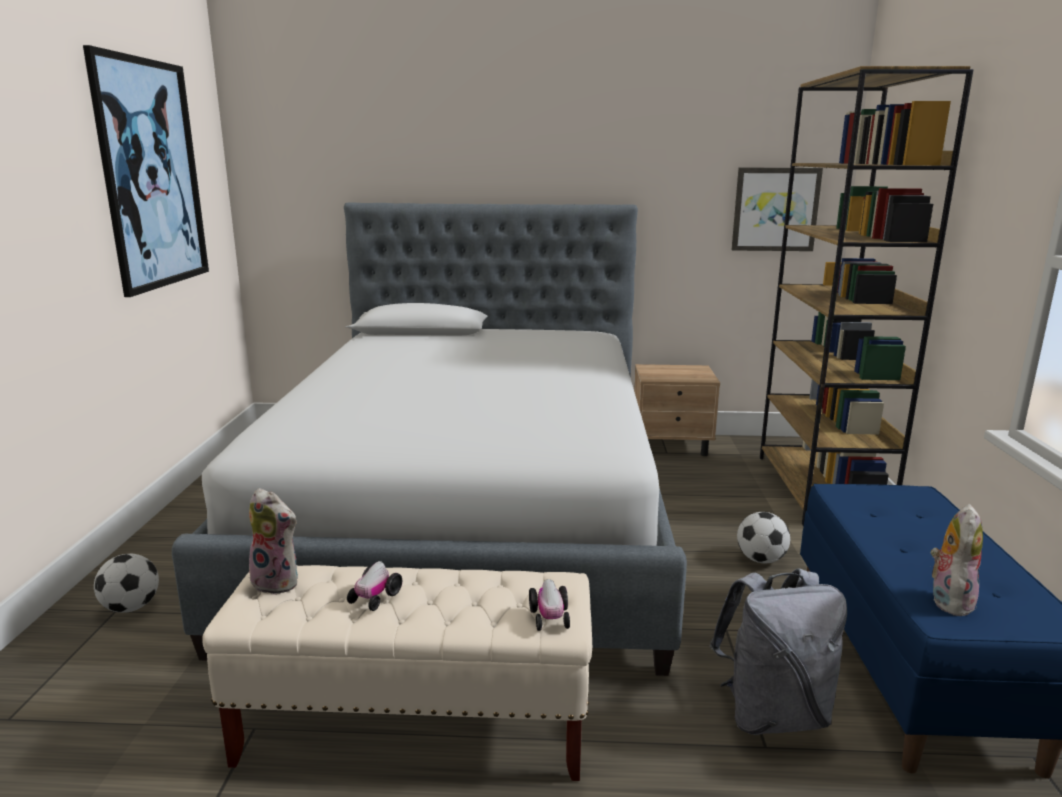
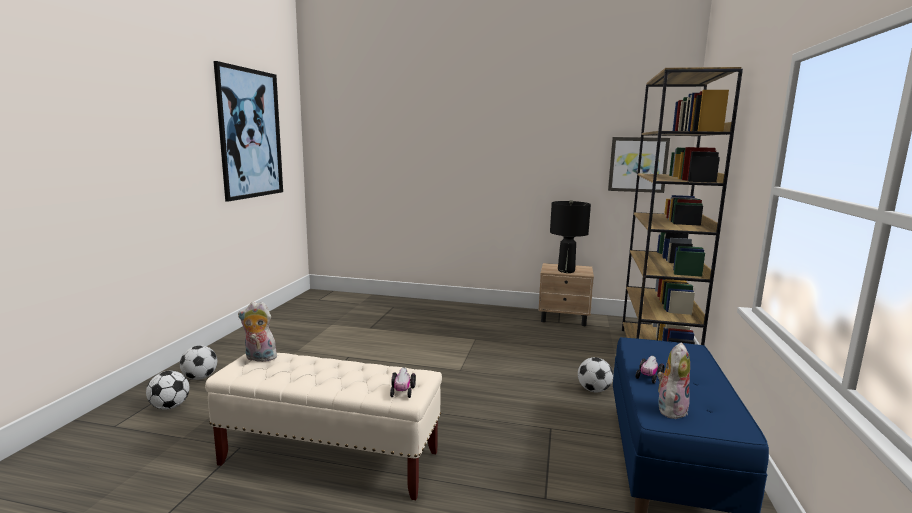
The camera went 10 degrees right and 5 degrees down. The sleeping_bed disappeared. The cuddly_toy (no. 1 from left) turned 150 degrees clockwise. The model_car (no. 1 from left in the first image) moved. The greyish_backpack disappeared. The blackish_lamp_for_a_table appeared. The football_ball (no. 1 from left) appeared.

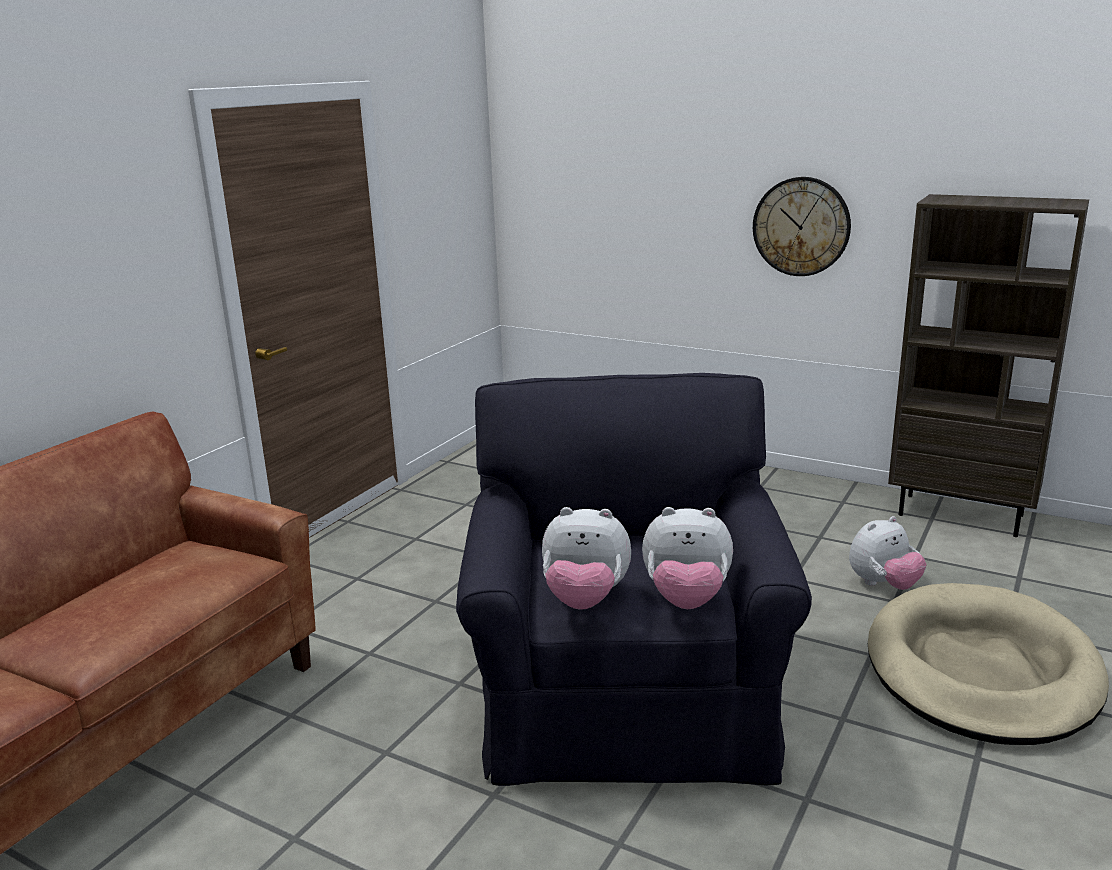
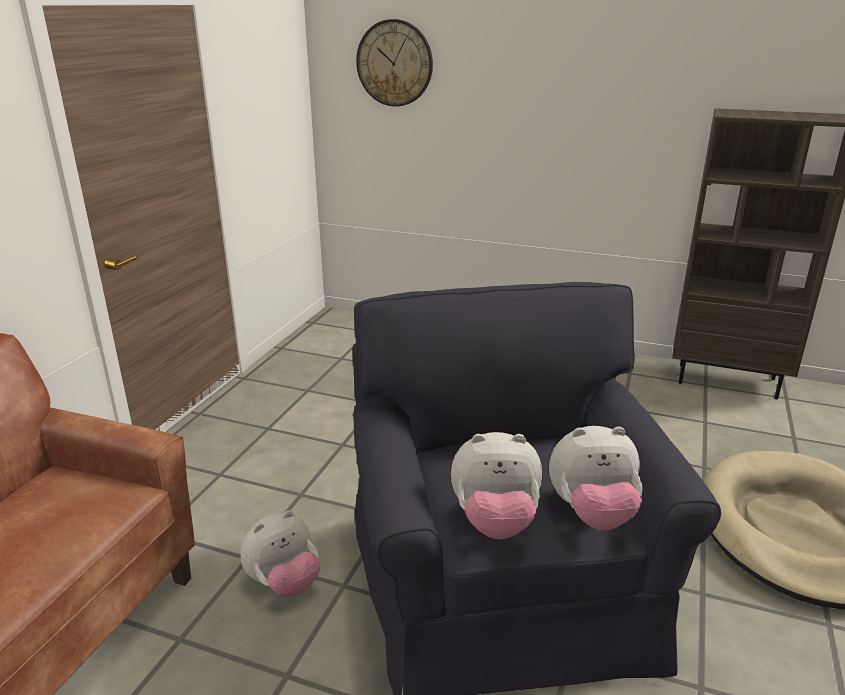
The camera went 10 degrees left and 5 degrees up. The hanging_clock moved. The cuddly_toy (no. 3 from left in the first image) moved.

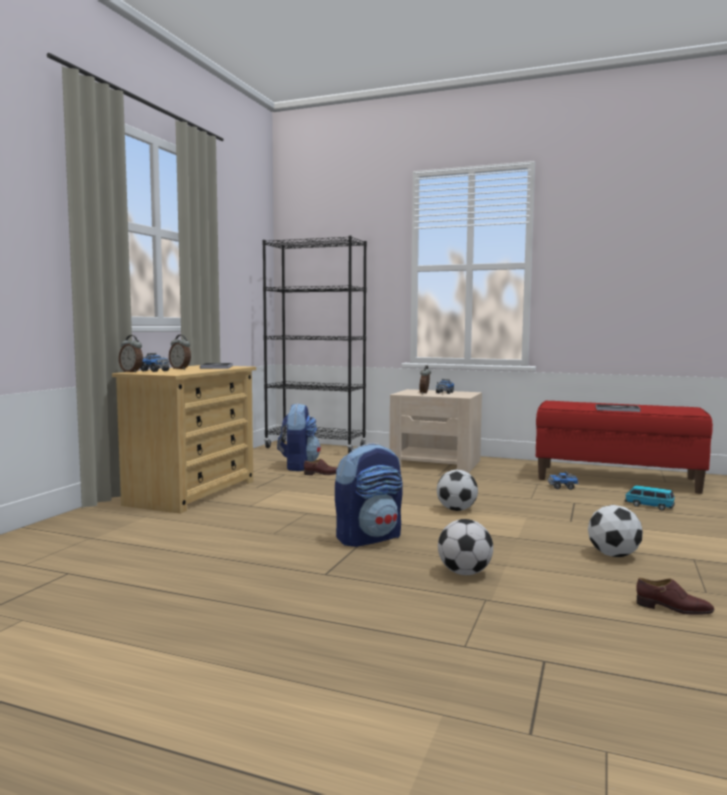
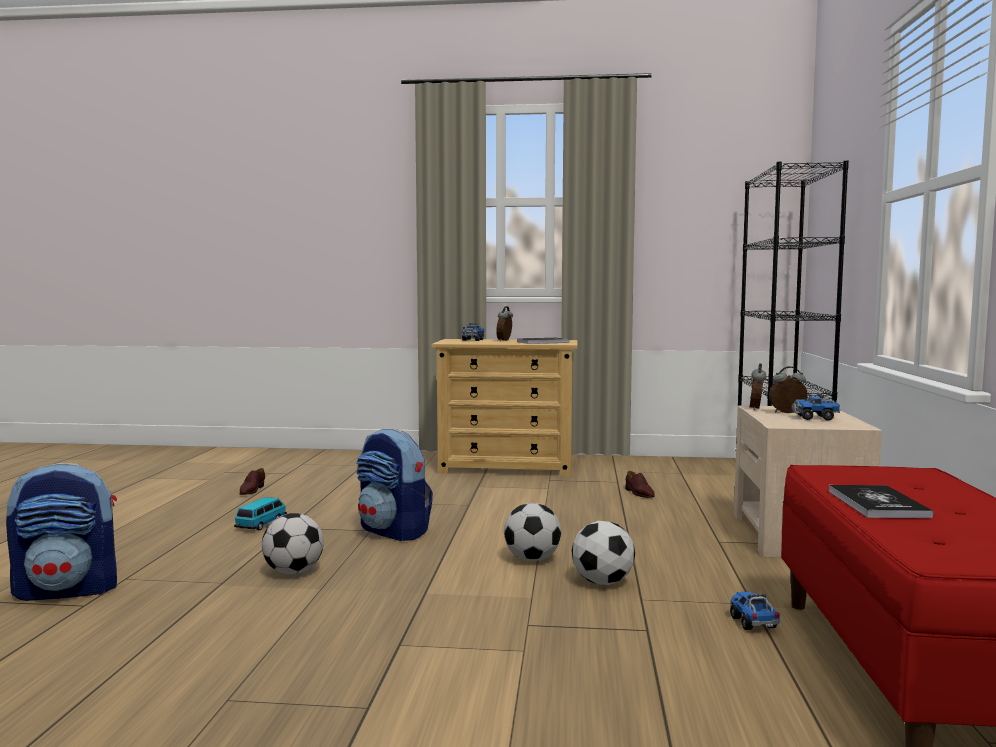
The camera went 75 degrees right and 0 degrees up. The table_clock (no. 1 from left in the first image) moved. The backpack (no. 1 from left) moved. The model_car moved. The football_ball (no. 3 from left) moved. The brownish_shoe (no. 2 from left in the first image) moved.

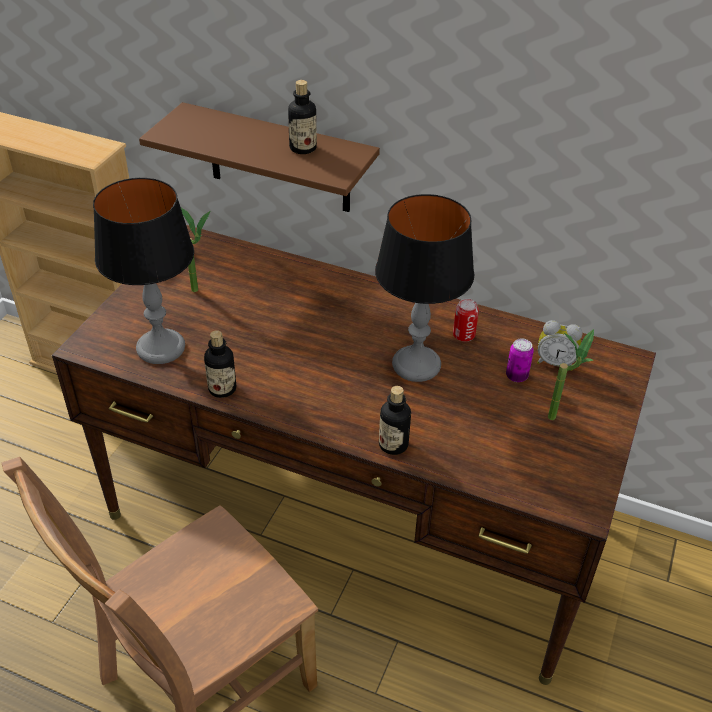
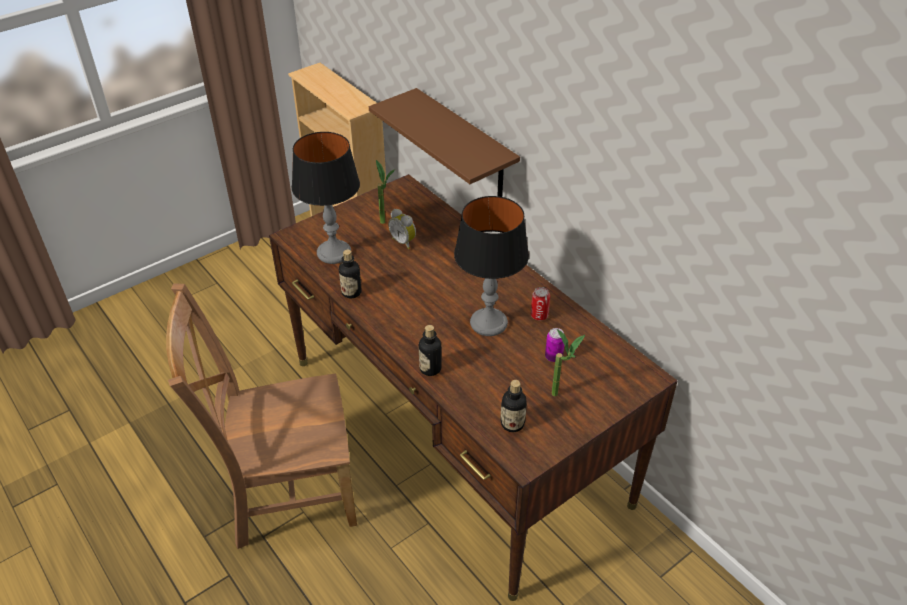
The camera went 30 degrees right and 0 degrees up. The bottle (no. 2 from left in the first image) moved. The table_clock moved.

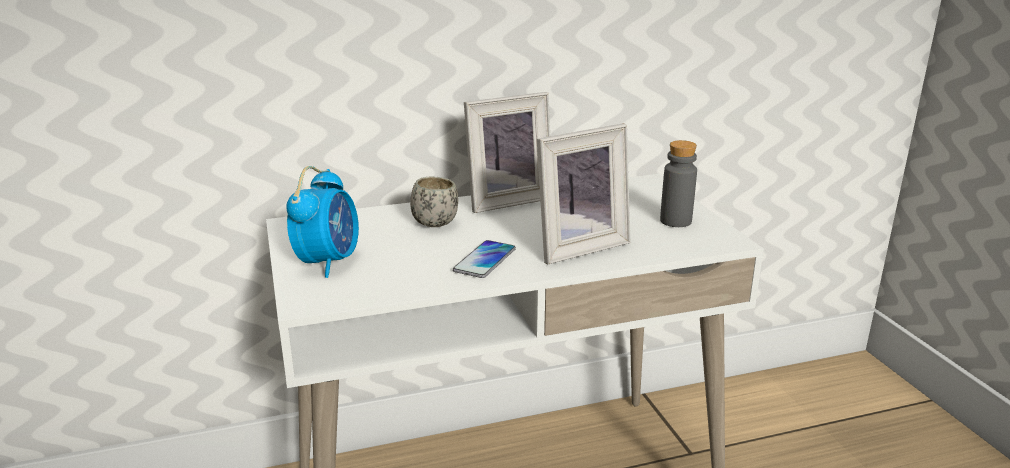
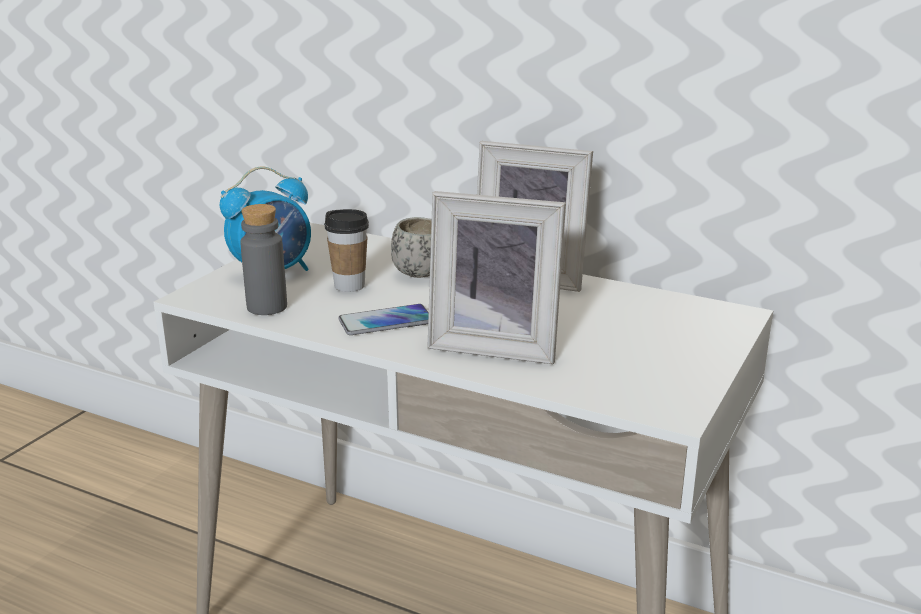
The camera went 45 degrees right and 0 degrees up. The greyish_bottle moved. The cup appeared.

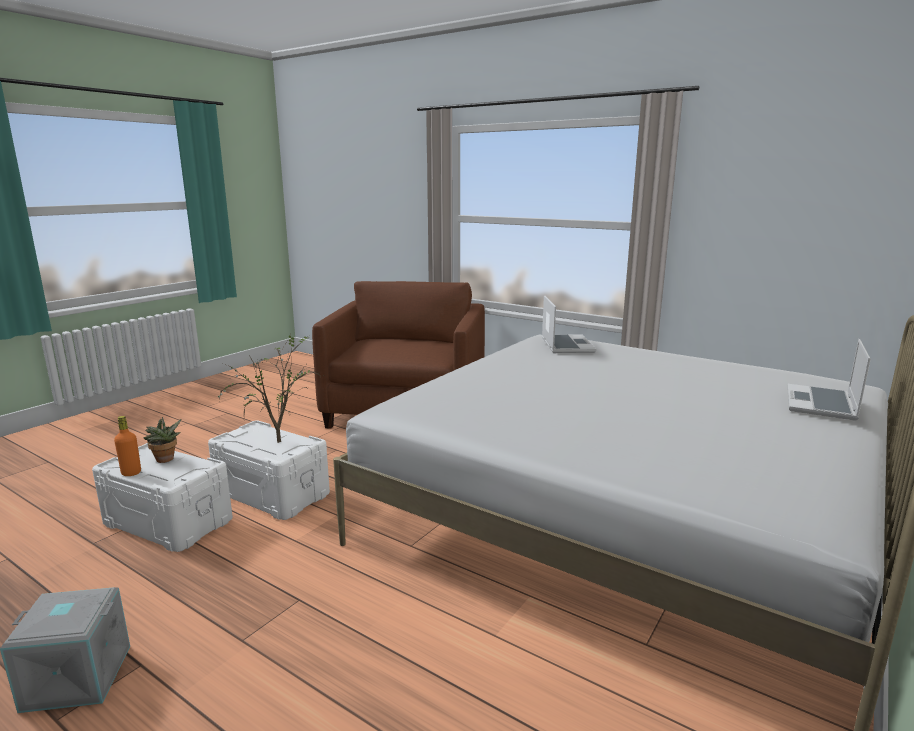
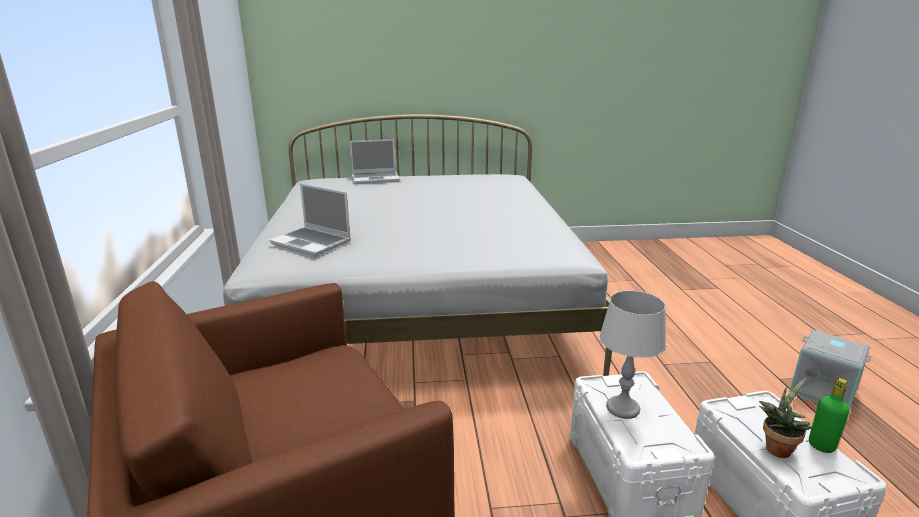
The camera went 130 degrees left and 5 degrees up. The notebook_computer (no. 1 from left) turned 105 degrees counterclockwise. The plant_in_a_pot (no. 2 from left) was replaced by the greyish_lamp_for_a_table. The orange-coloured_bottle became the greenish_bottle.

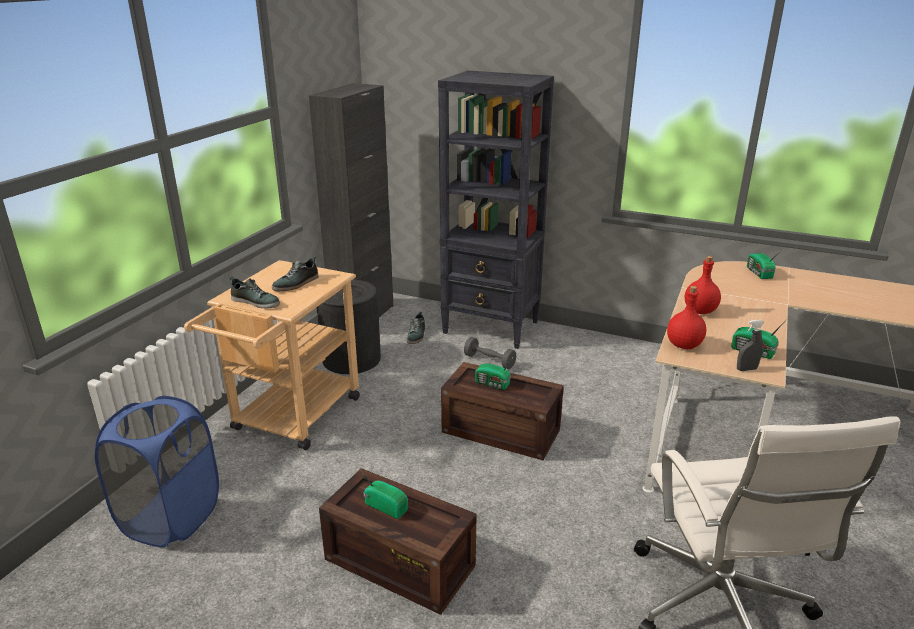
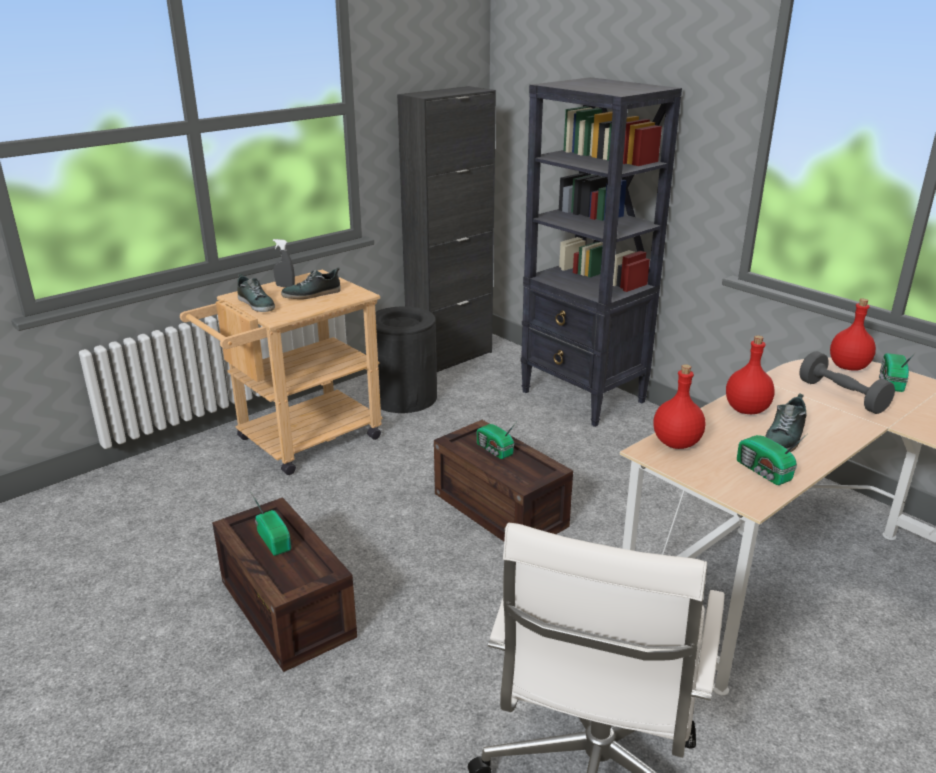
The camera went 25 degrees right and 0 degrees up. The shoe (no. 3 from left) moved. The greyish_sprayer moved. The greyish_free_weight moved. The blue_washing_basket disappeared. The red-coloured_bottle (no. 3 from left) appeared.

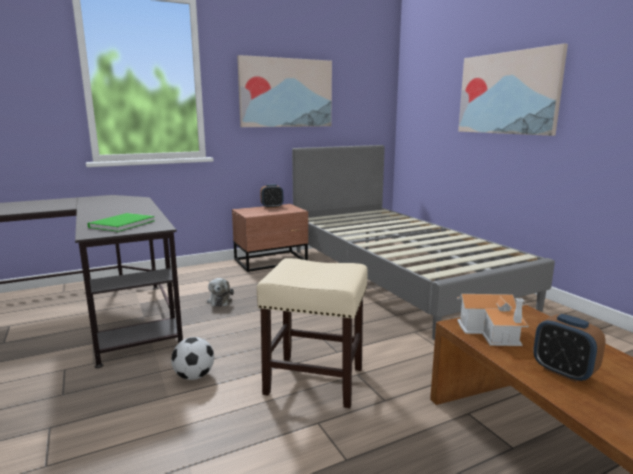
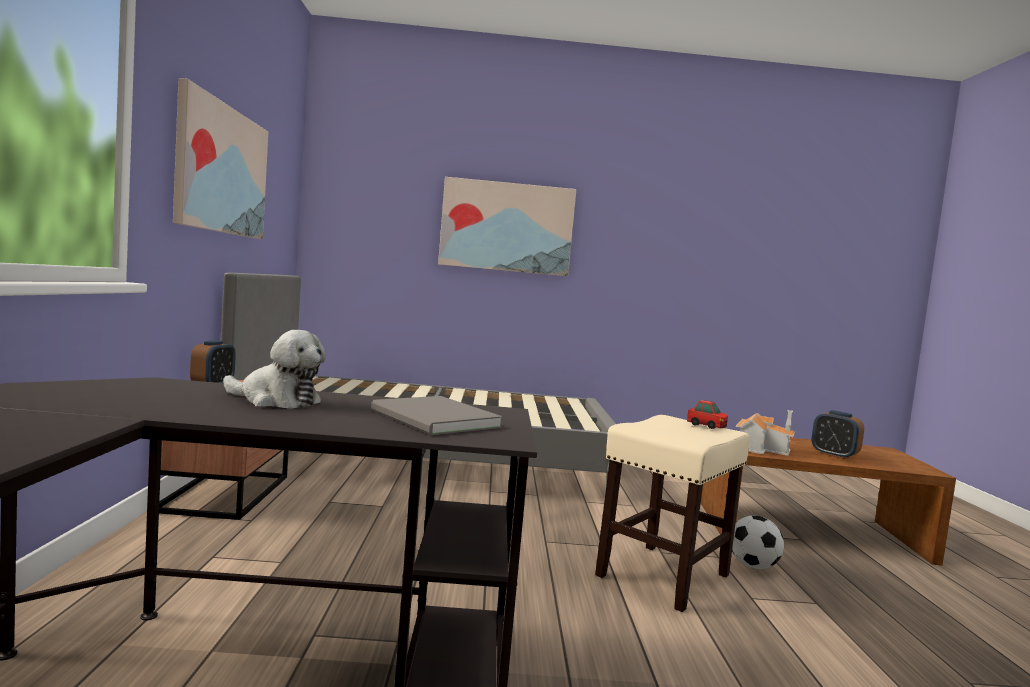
The camera went 65 degrees left and 10 degrees down. The greenish_volume became the greyish_volume. The cuddly_toy moved. The table_clock (no. 2 from left) turned 60 degrees clockwise. The football_ball moved. The model_car appeared.

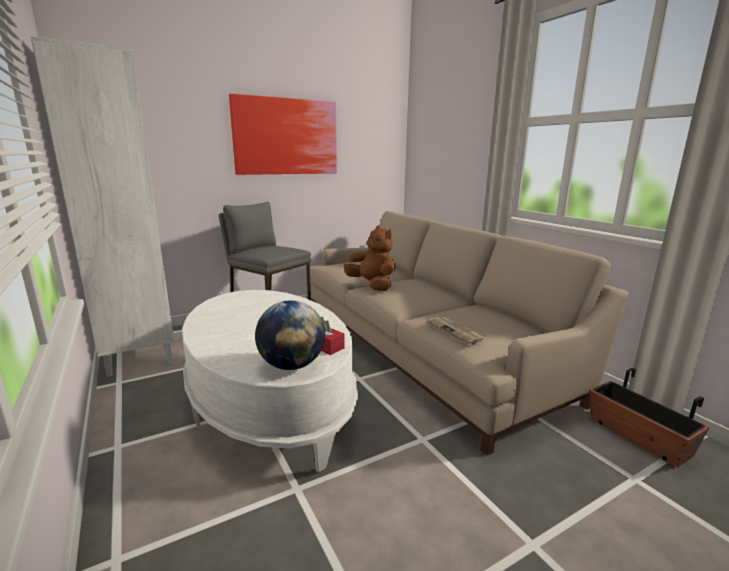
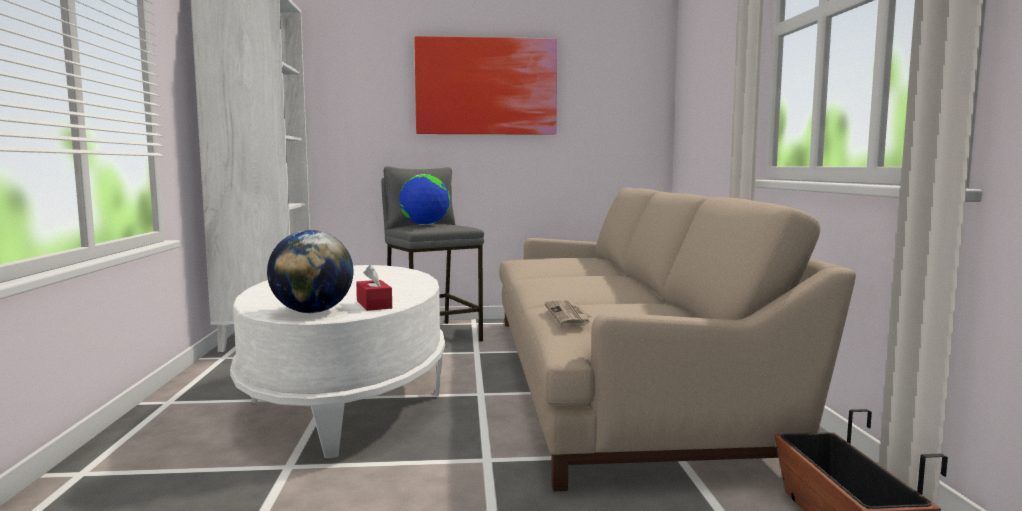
The camera went 25 degrees right and 10 degrees down. The brownish_cuddly_toy disappeared. The world_globe (no. 2 from left) appeared.

